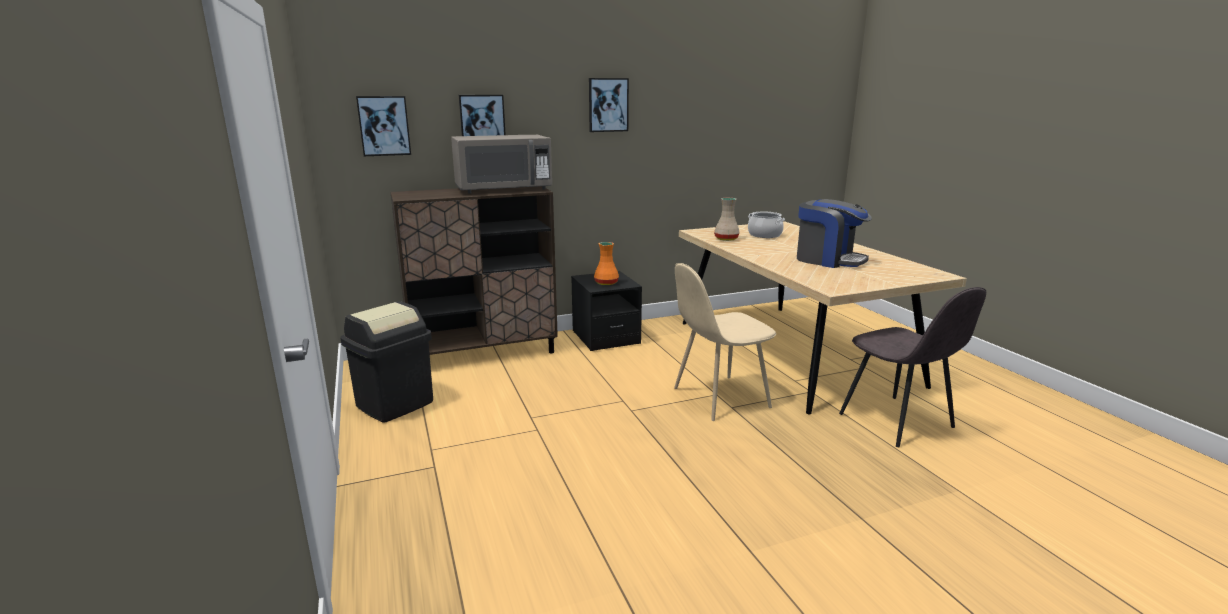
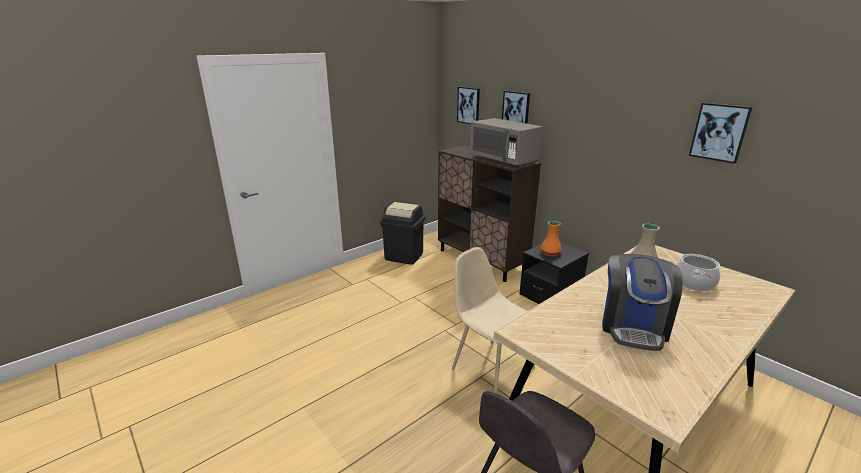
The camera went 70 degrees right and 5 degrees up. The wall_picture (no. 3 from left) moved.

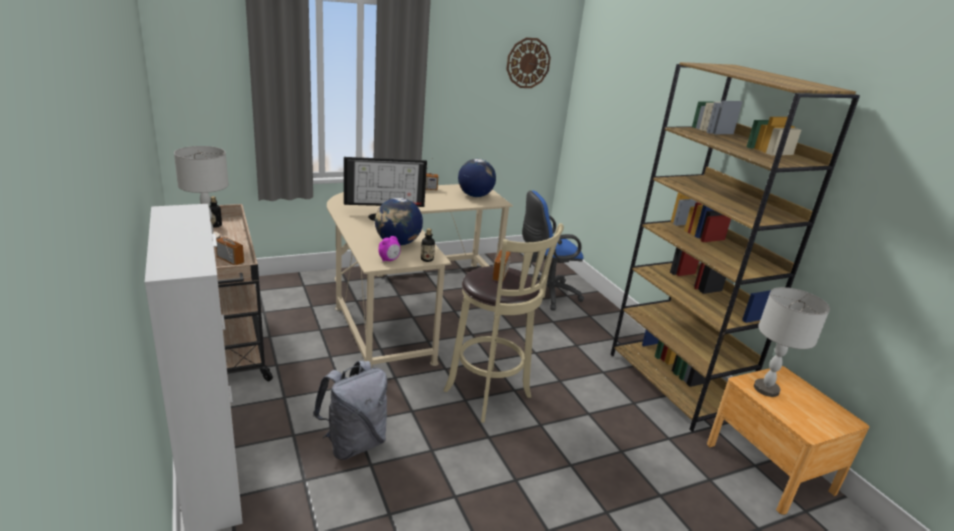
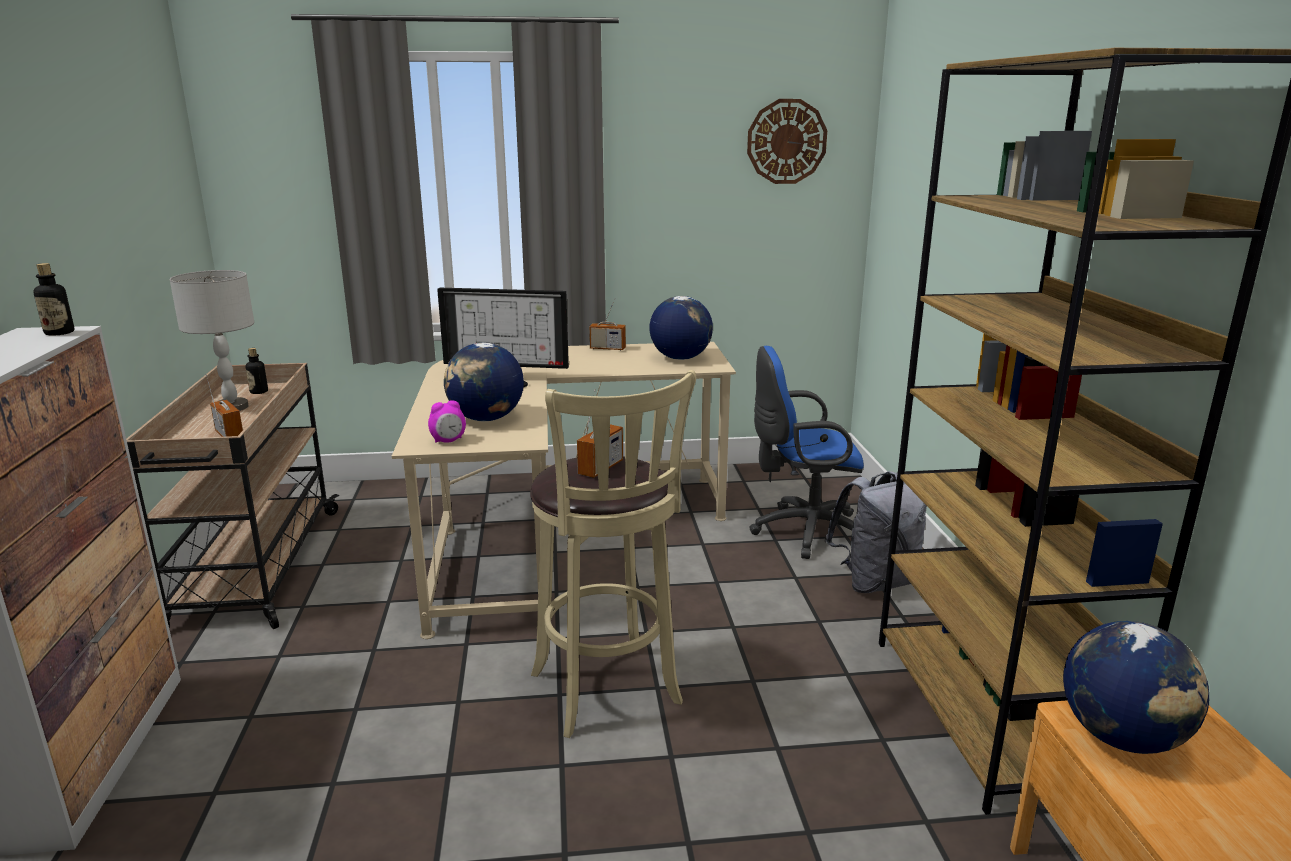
The camera went 20 degrees right and 5 degrees down. The bottle (no. 2 from left in the first image) moved. The greyish_lamp_for_a_table (no. 2 from left) was replaced by the world_globe (no. 3 from left). The greyish_backpack moved.

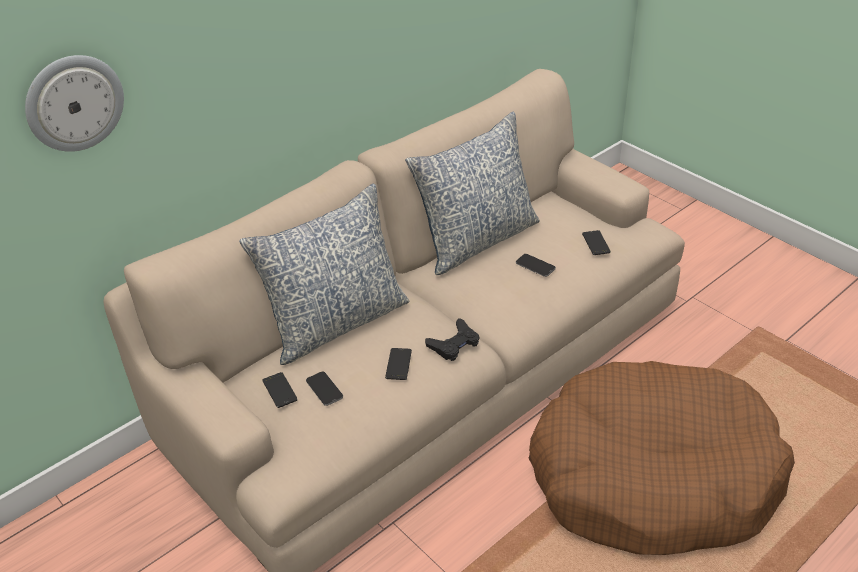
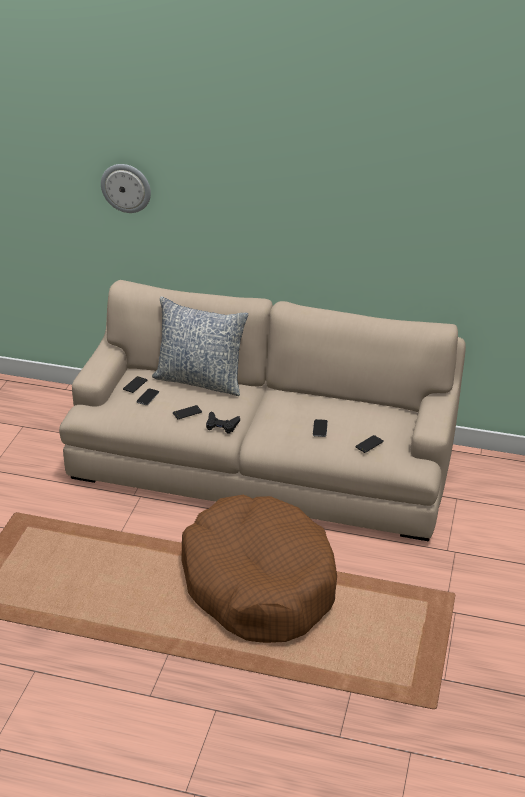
The camera went 55 degrees right and 5 degrees down. The cushion (no. 2 from left) disappeared.

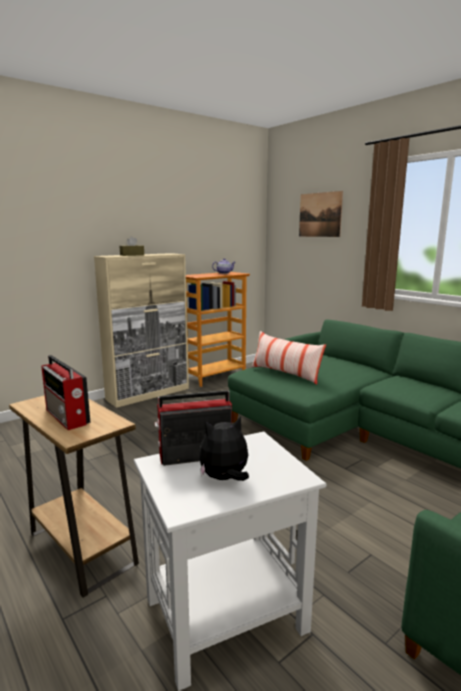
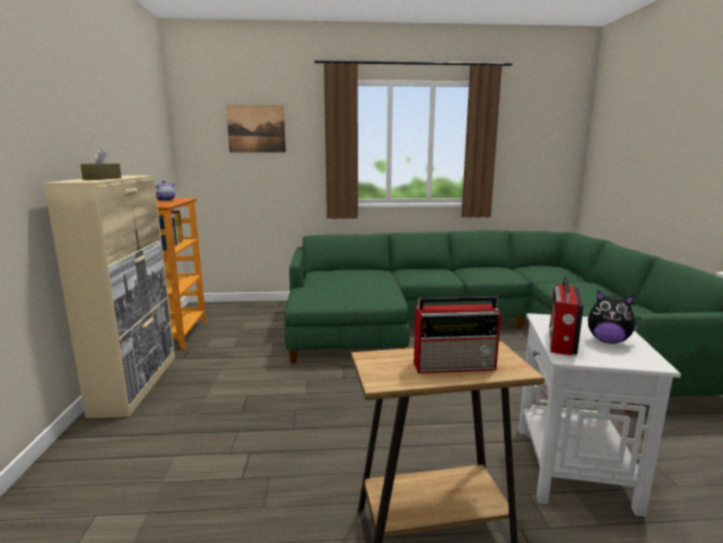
The camera went 55 degrees left and 0 degrees up. The cushion disappeared. The cuddly_toy turned 75 degrees counterclockwise.

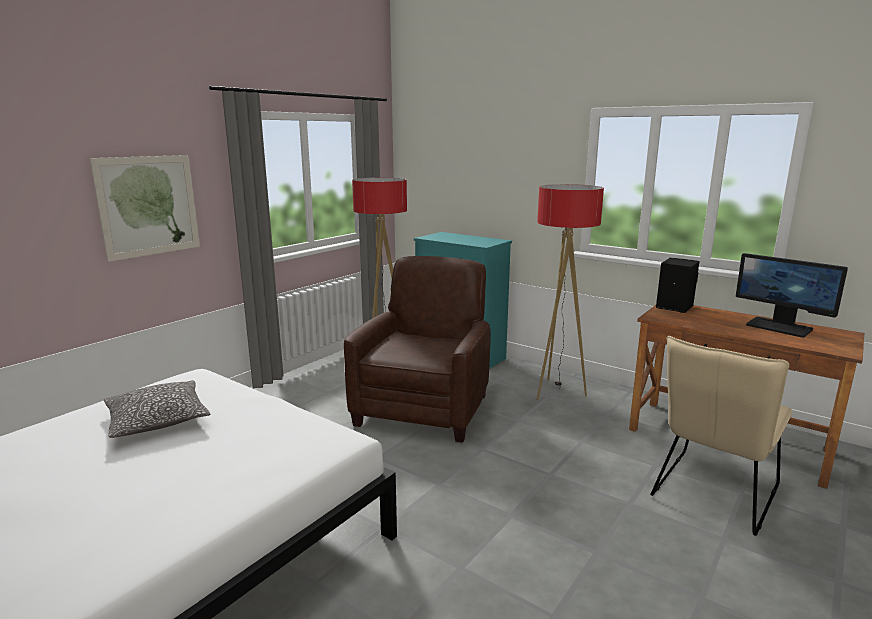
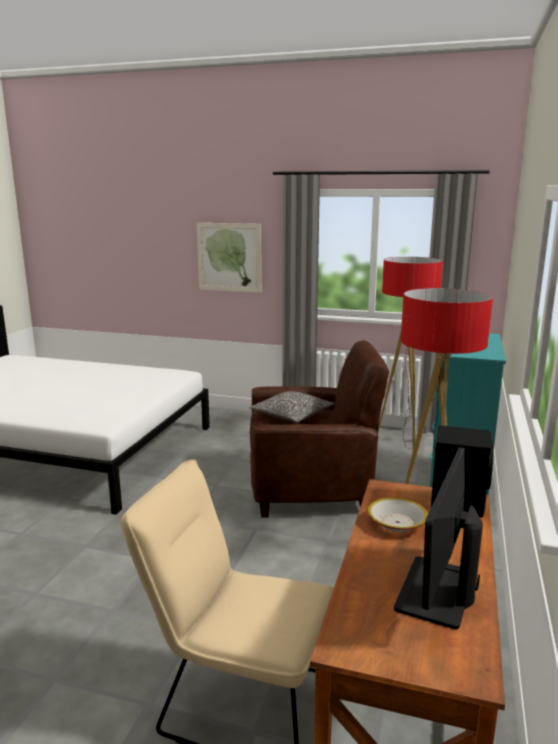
The camera went 70 degrees right and 0 degrees up. The cushion moved. The bowl appeared.

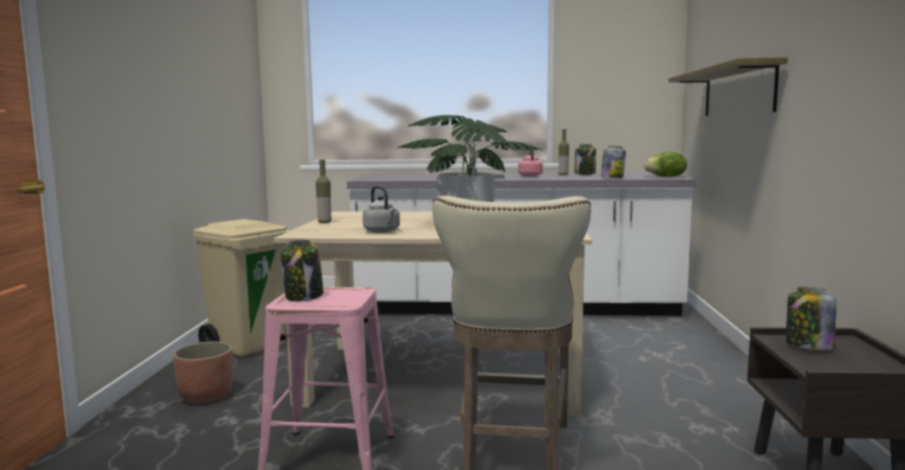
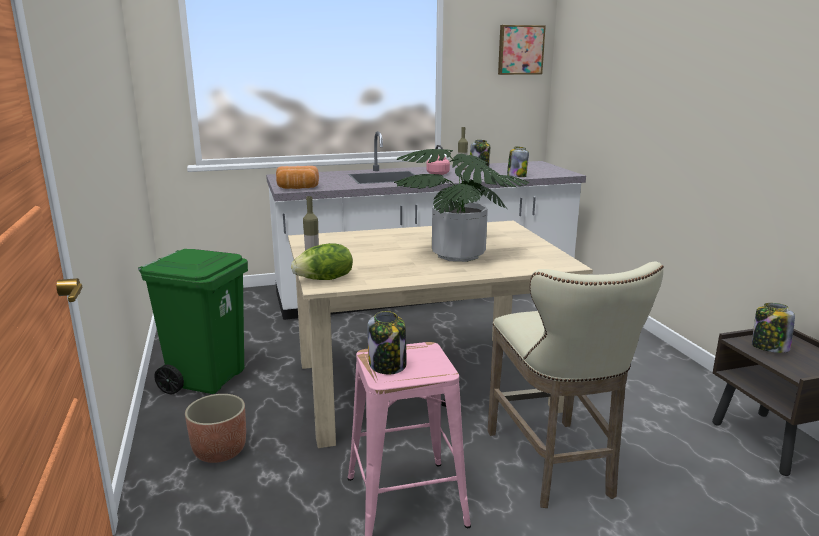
The camera went 20 degrees left and 10 degrees up. The wall_shelf disappeared. The head_of_lettuce moved. The greyish_tea_kettle disappeared. The beige-coloured_waste_bin became the greenish_waste_bin. The wall_picture appeared. The bakery_bread appeared.

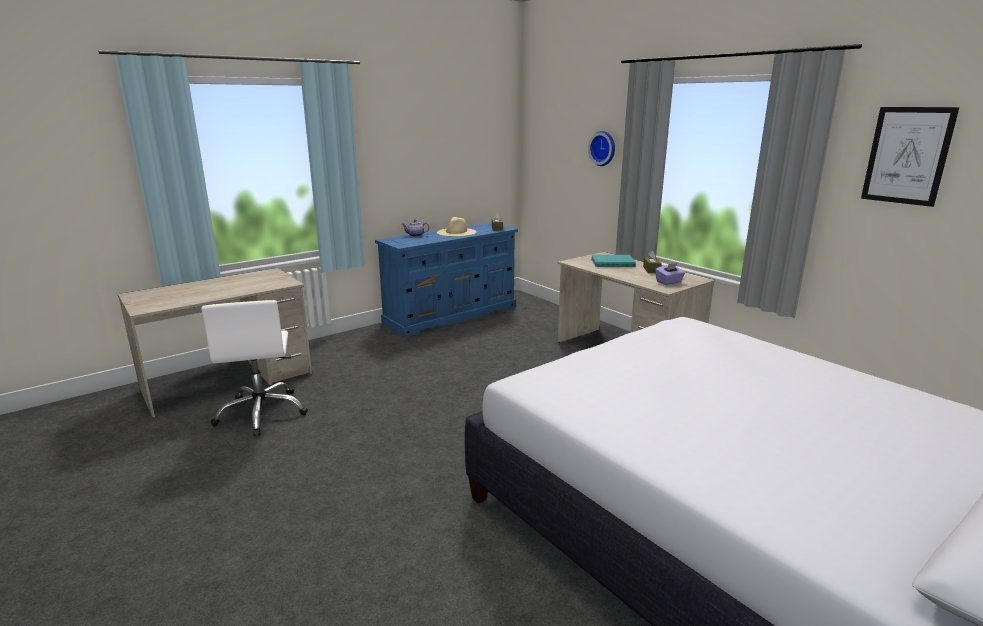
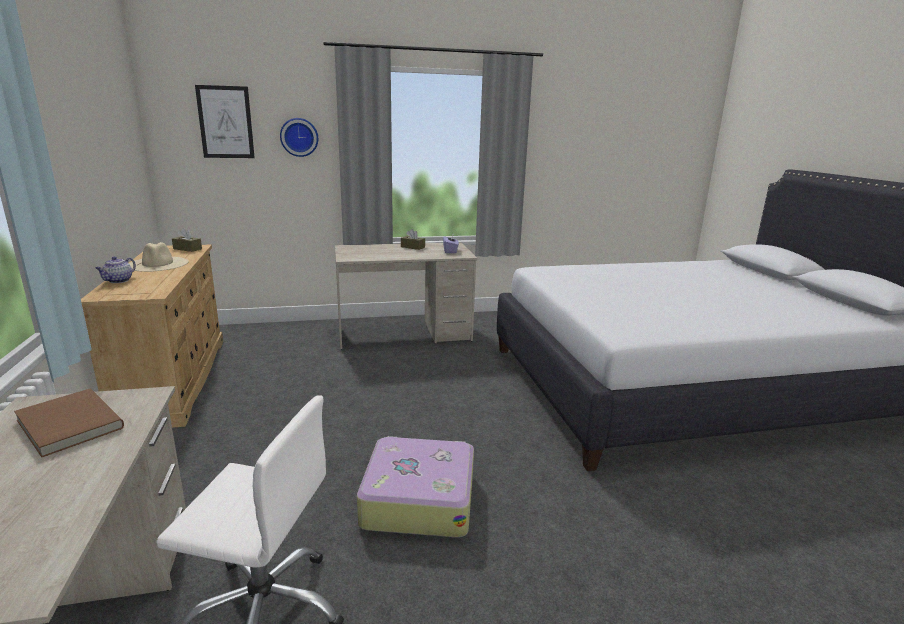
The camera went 65 degrees left and 0 degrees up. The wall_picture moved. The blue_chest_of_drawers became the beige-coloured_chest_of_drawers. The blue-green_volume disappeared. The brownish_volume appeared. The suitcase appeared.

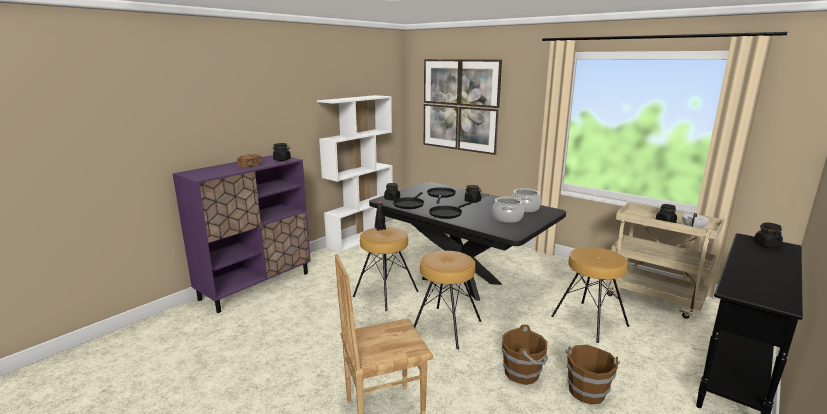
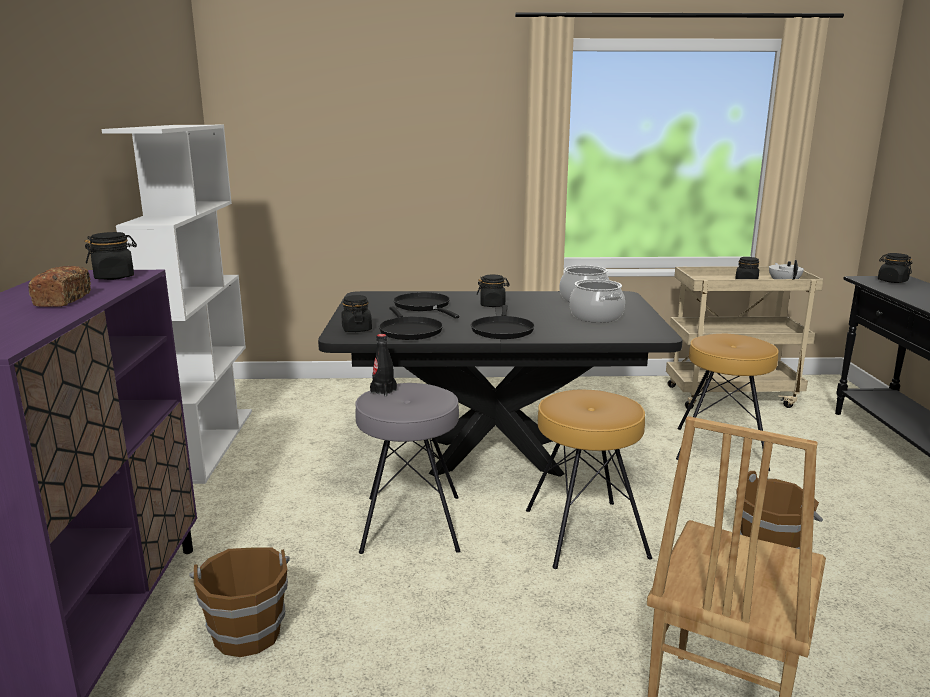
The camera went 40 degrees left and 0 degrees up. The wall_picture disappeared. The brownish_stool (no. 1 from left) became the greyish_stool. The brownish_bucket (no. 2 from left in the first image) moved.

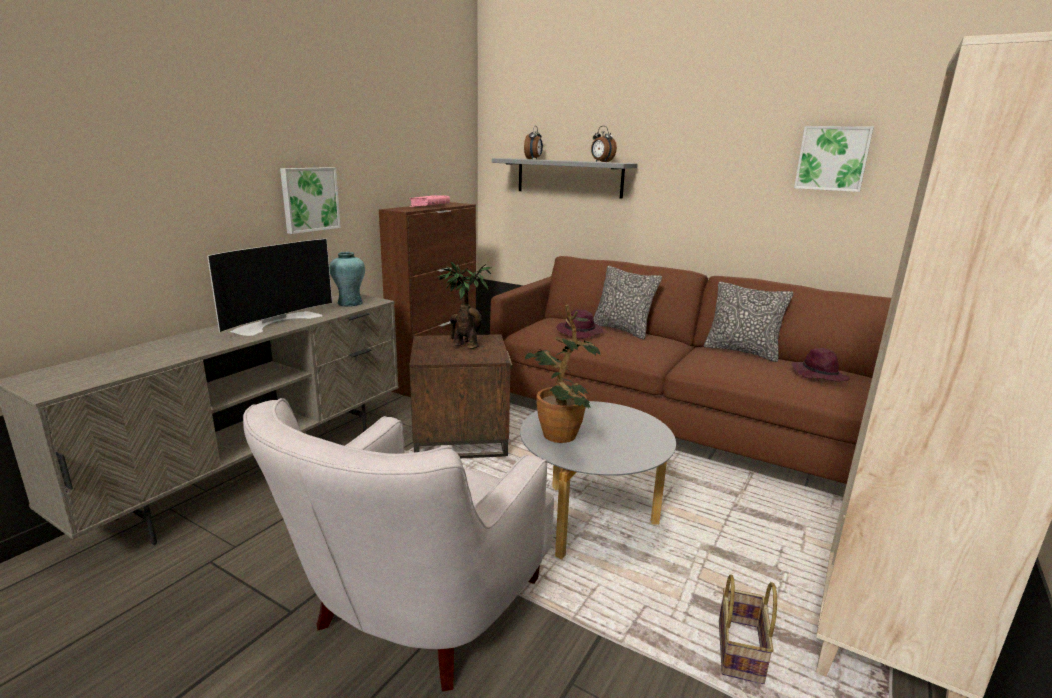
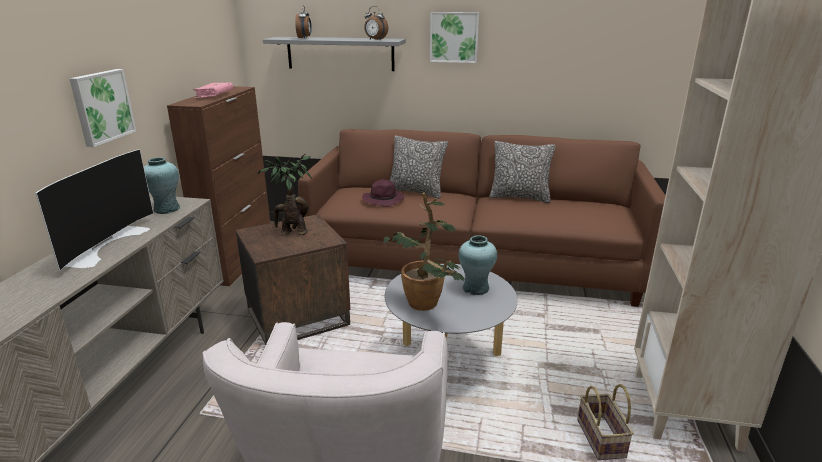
The camera went 20 degrees left and 5 degrees up. The wall_picture (no. 2 from left) moved. The purplish_clothing_hat (no. 2 from left) disappeared. The blue-green_flower_vase (no. 2 from left) appeared.

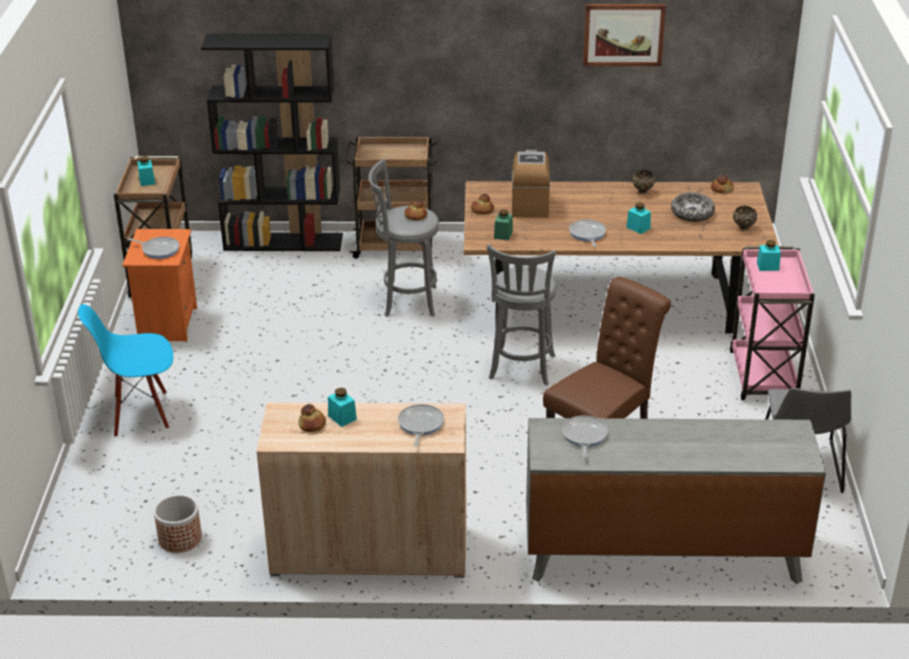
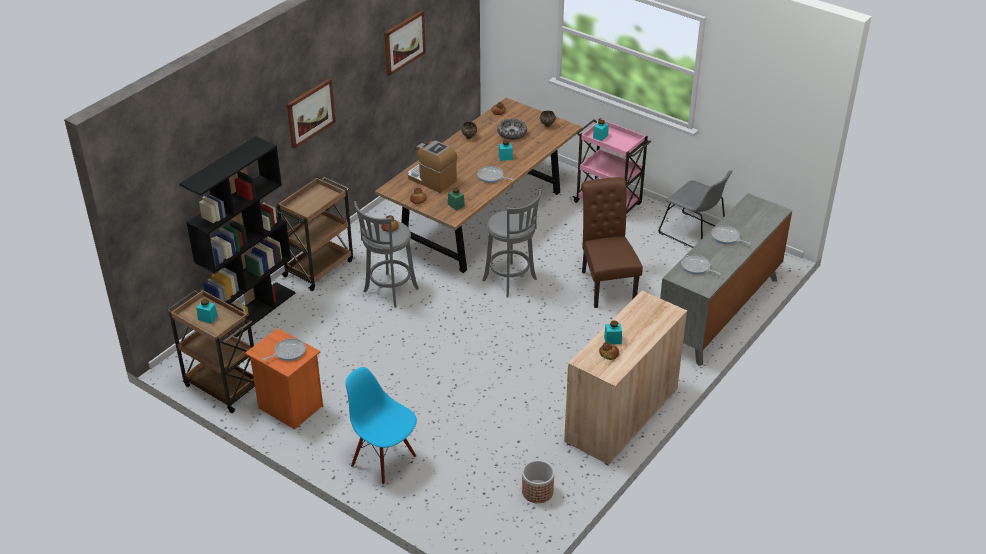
The camera went 55 degrees left and 5 degrees up. The blue_upright_chair turned 105 degrees clockwise. The skillet (no. 2 from left in the first image) moved. The wall_picture (no. 1 from left) appeared.

